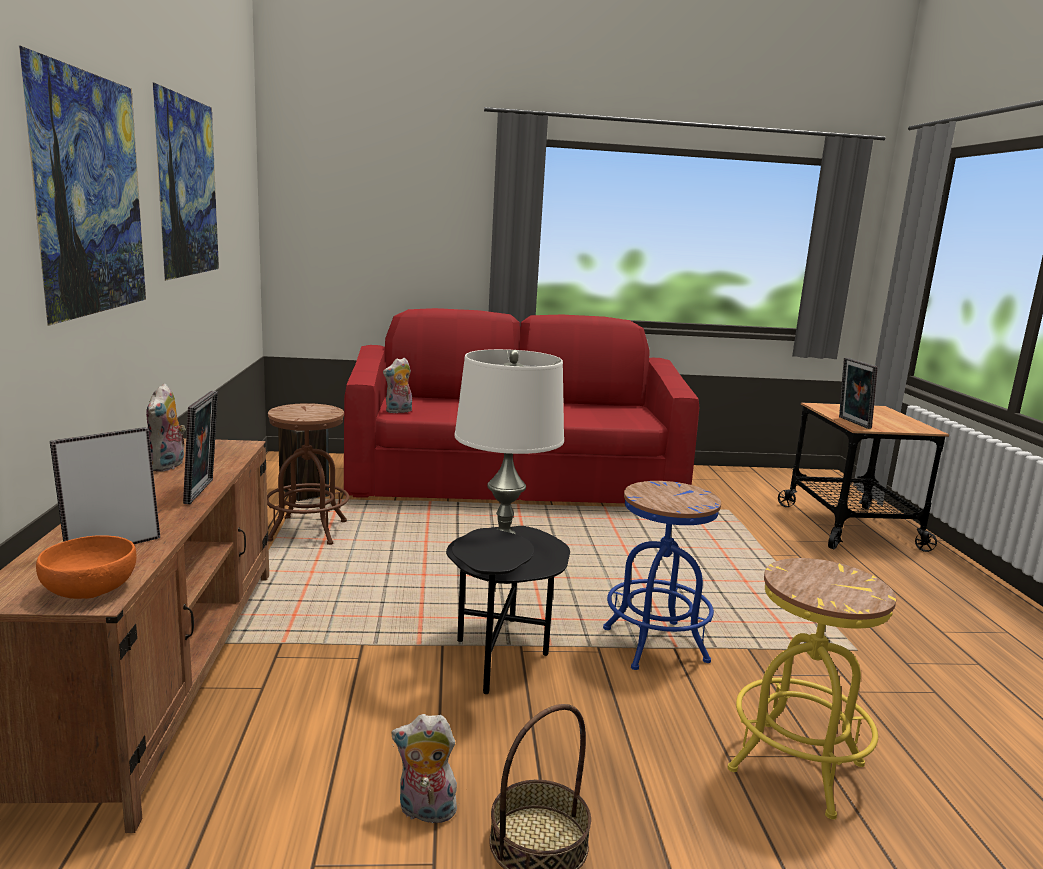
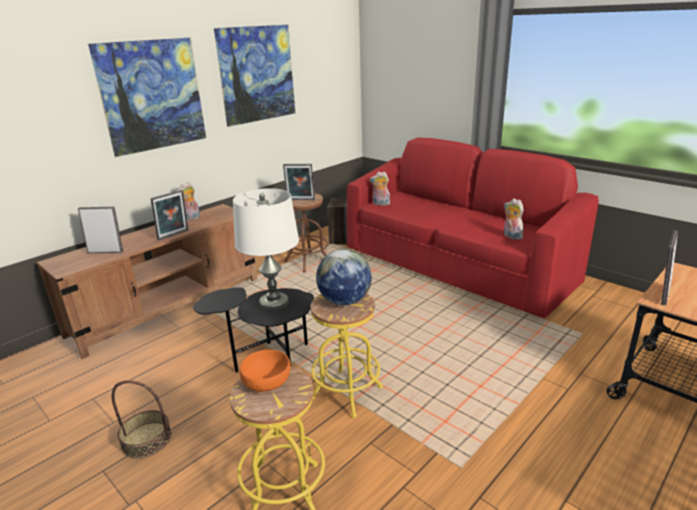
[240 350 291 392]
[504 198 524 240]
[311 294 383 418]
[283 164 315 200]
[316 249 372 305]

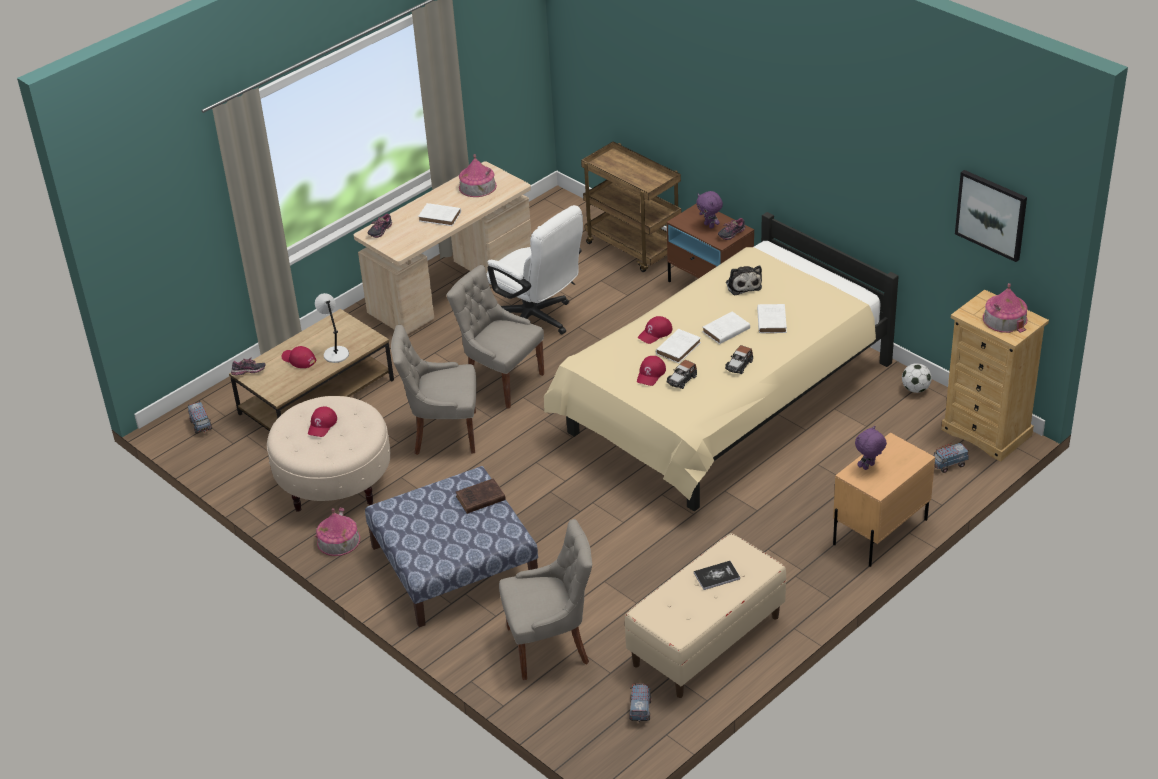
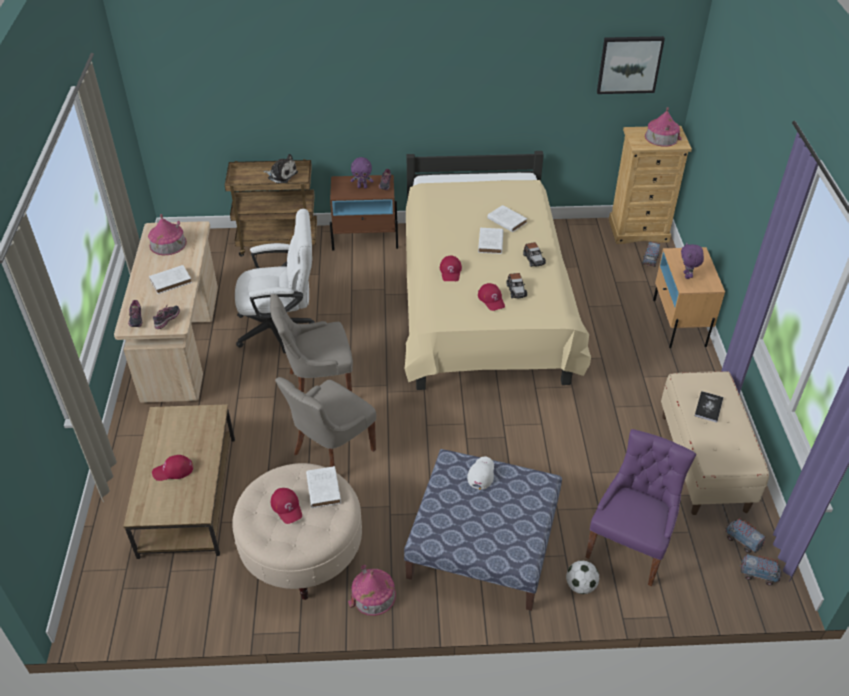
[739 554 782 586]
[153 305 180 329]
[315 293 349 363] (first image)
[467 457 494 490]
[586 429 696 586]
[306 466 341 508]
[263 154 298 183]
[566 560 599 594]

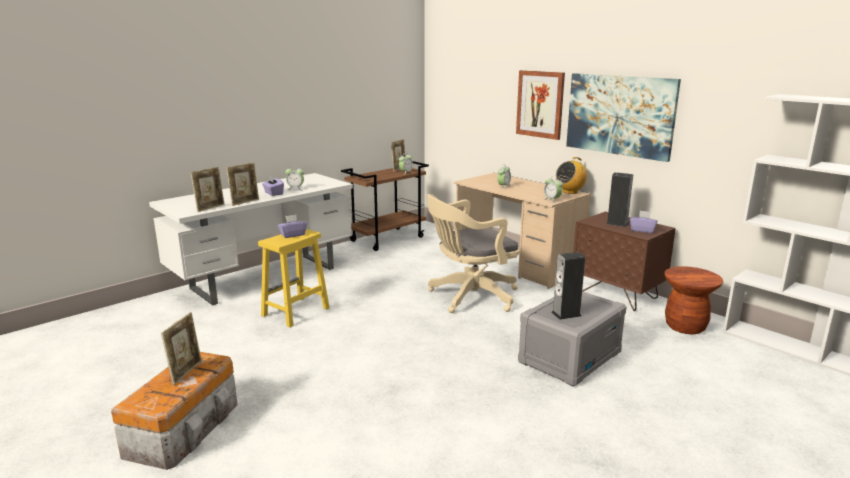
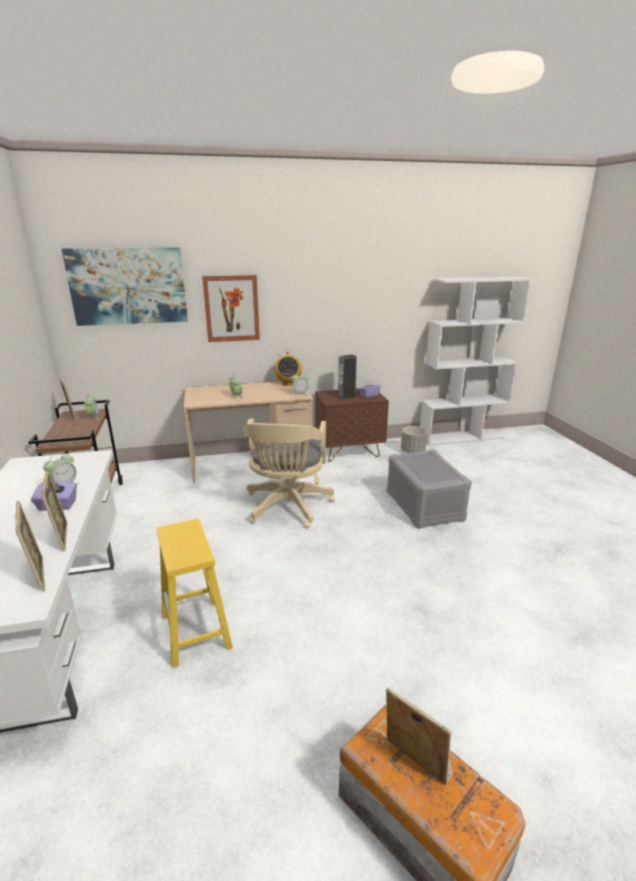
[278 215 307 238] (first image)
[551 252 585 320] (first image)
[62 247 188 326]
[401 426 427 453]

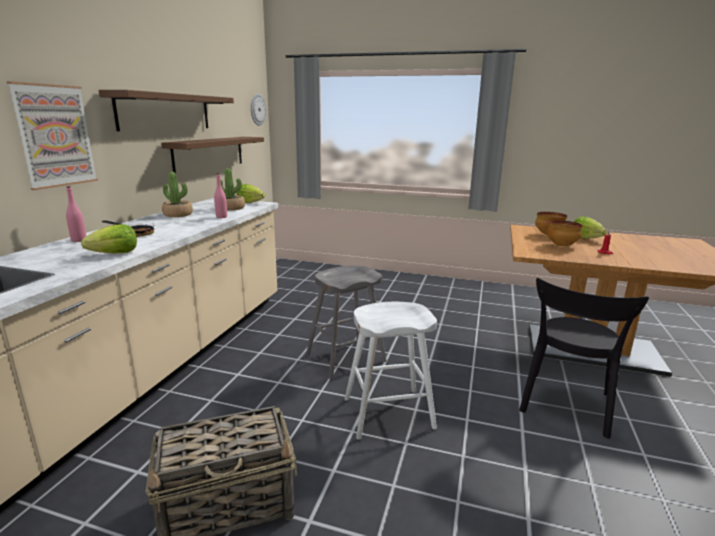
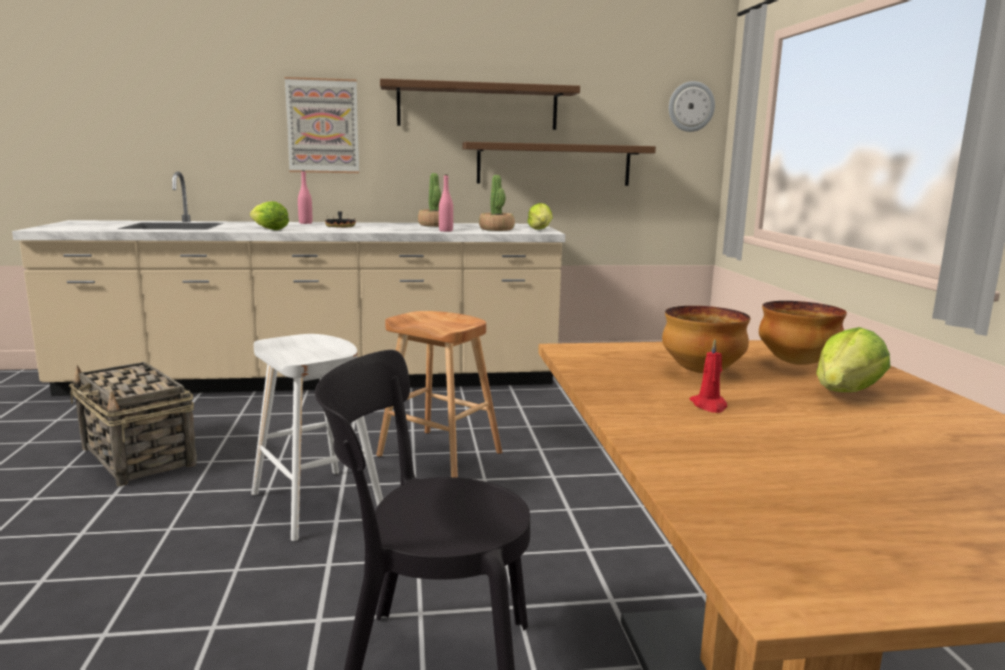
[376 311 502 478]

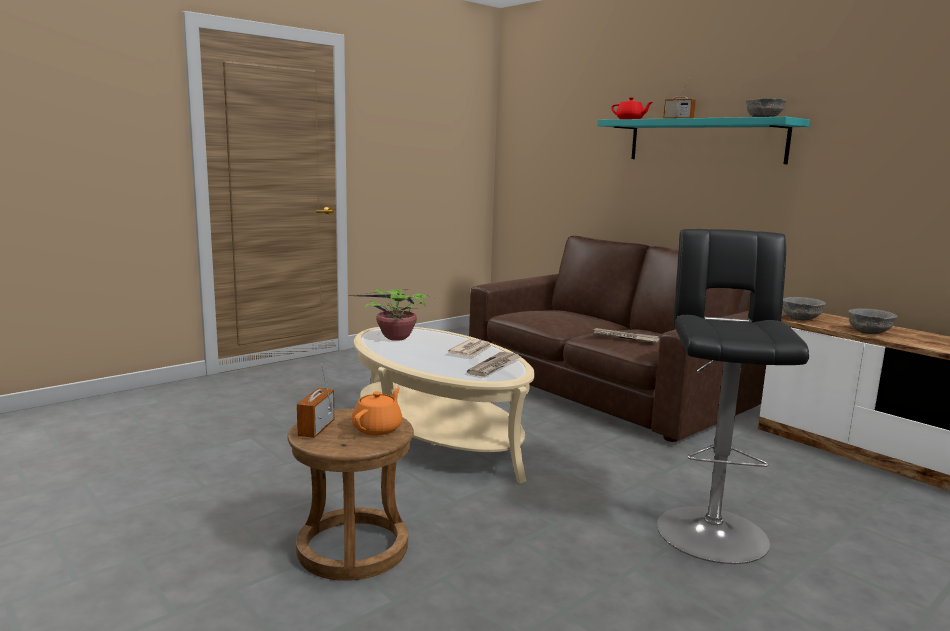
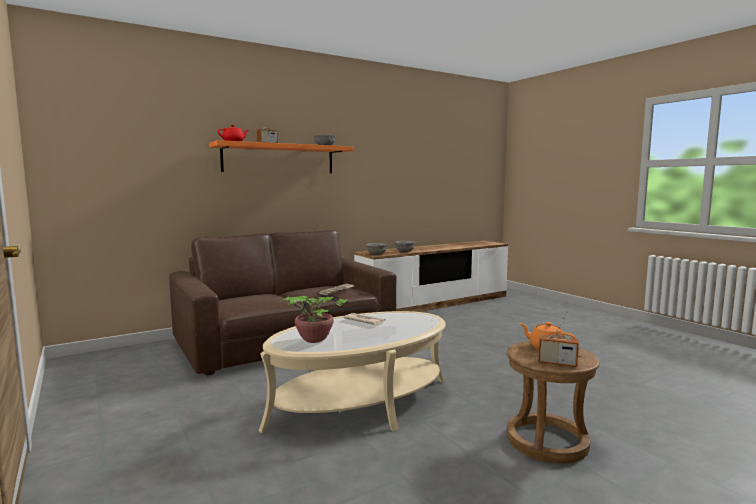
[467 352 522 377] (first image)
[209 140 353 173]
[657 229 809 564] (first image)

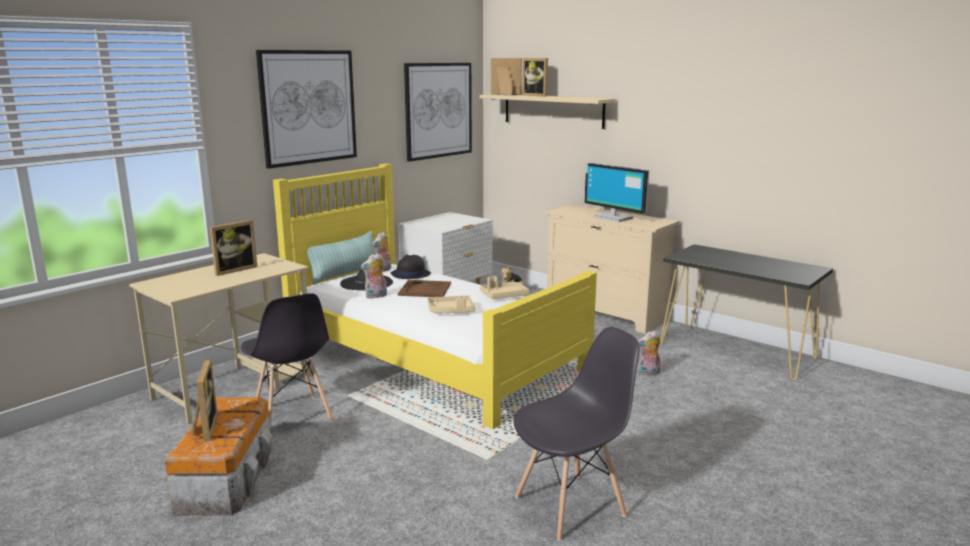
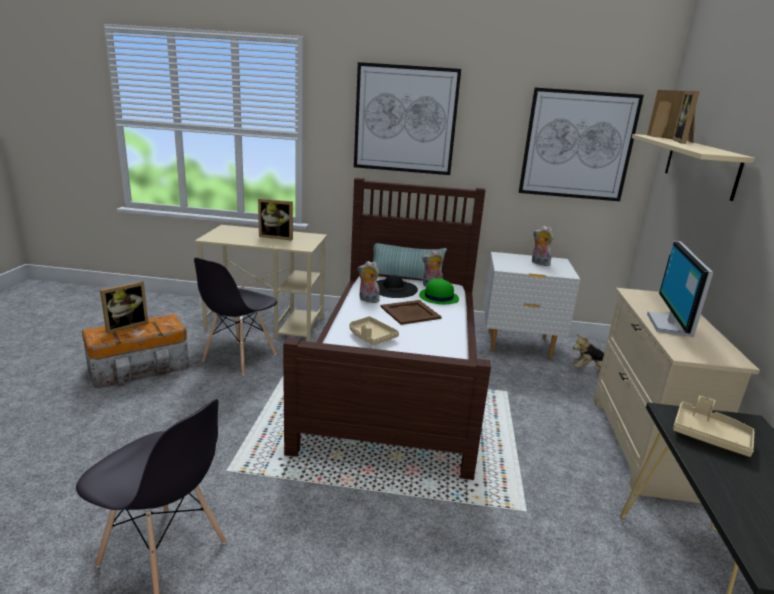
[283 178 491 480]
[419 278 459 304]
[673 396 754 457]
[532 226 553 266]

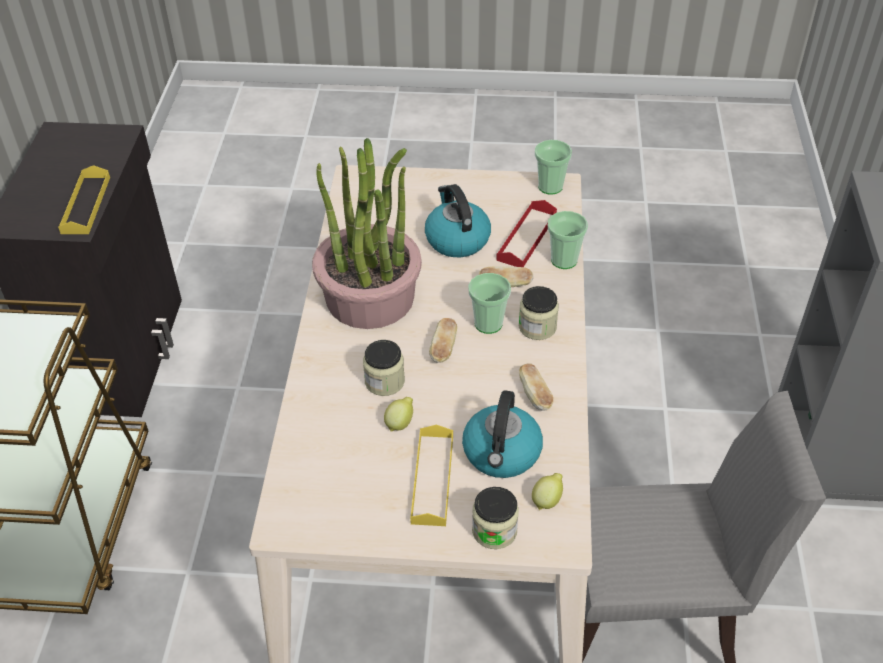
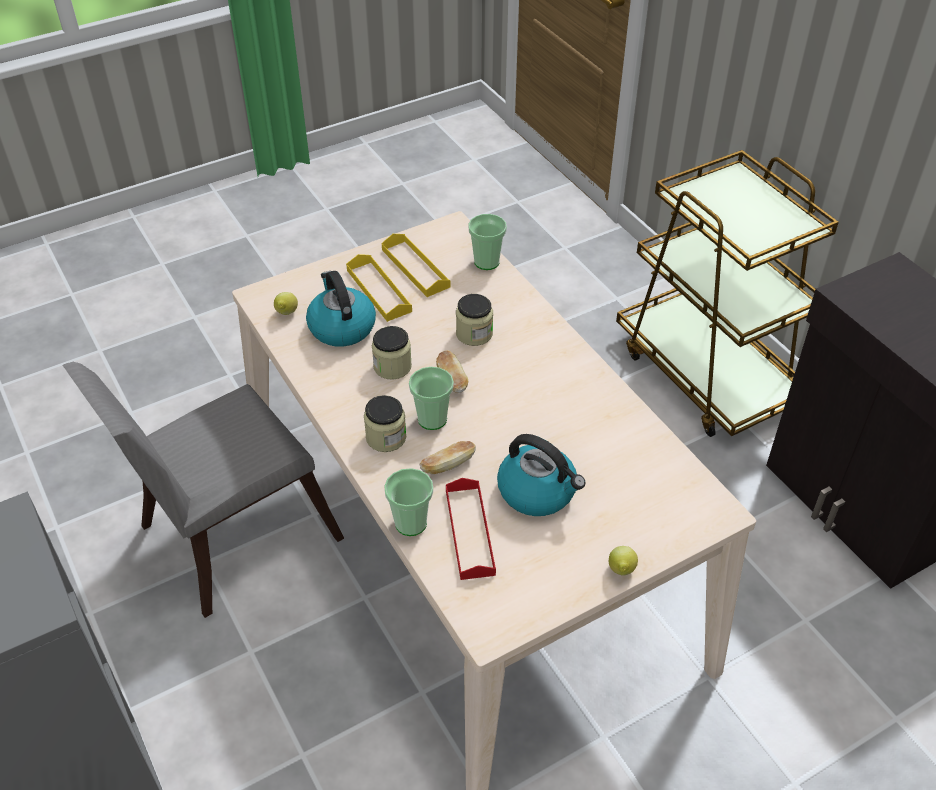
[382 234 451 297]
[312 138 422 329] (first image)
[609 546 638 576]
[372 326 412 380]
[519 363 553 411] (first image)
[468 214 507 270]

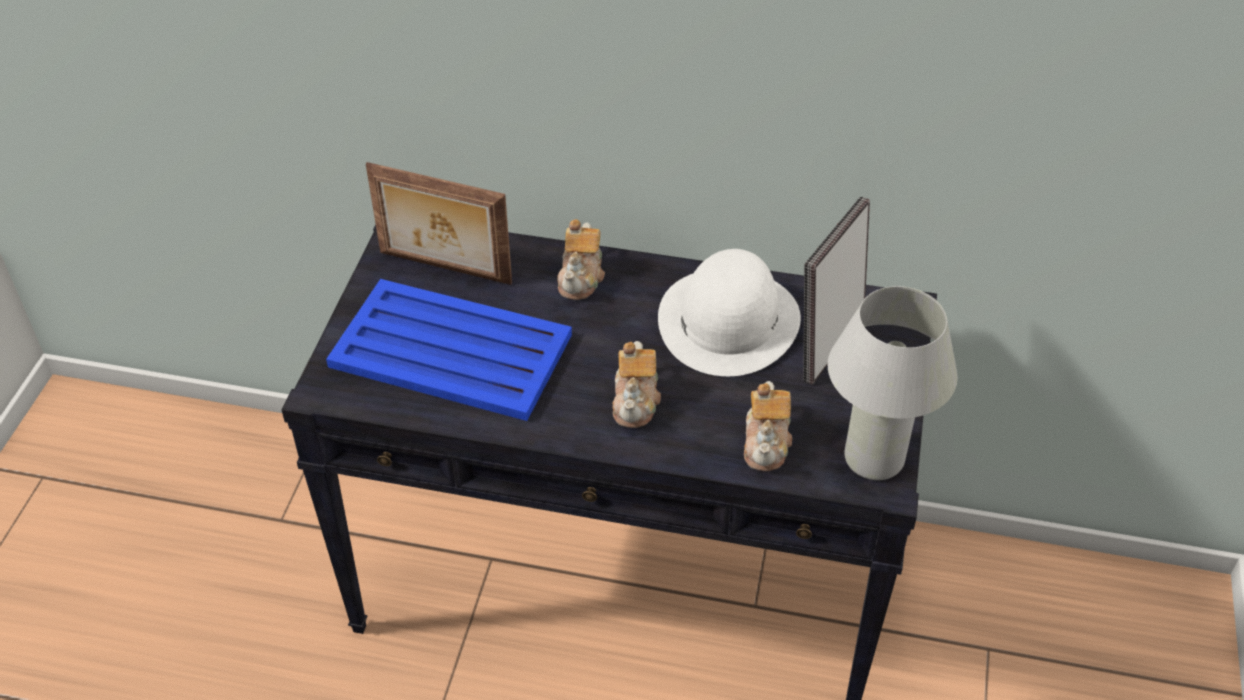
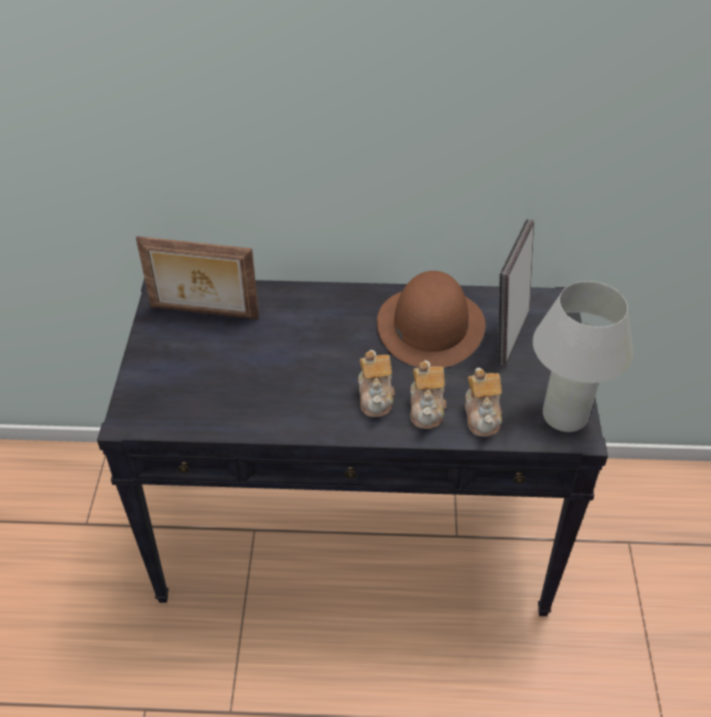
[326 279 572 421] (first image)
[411 360 446 429]
[377 271 485 368]

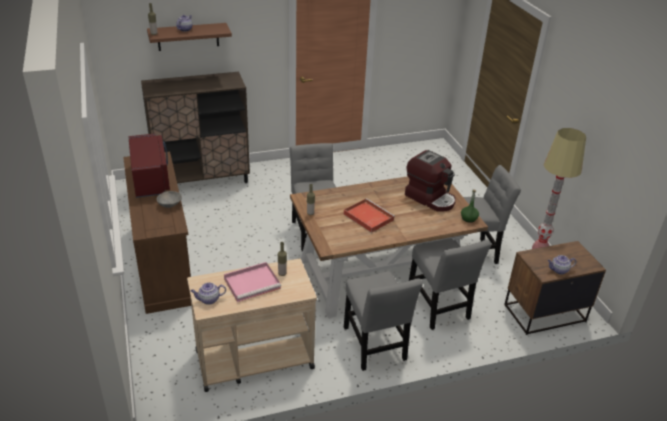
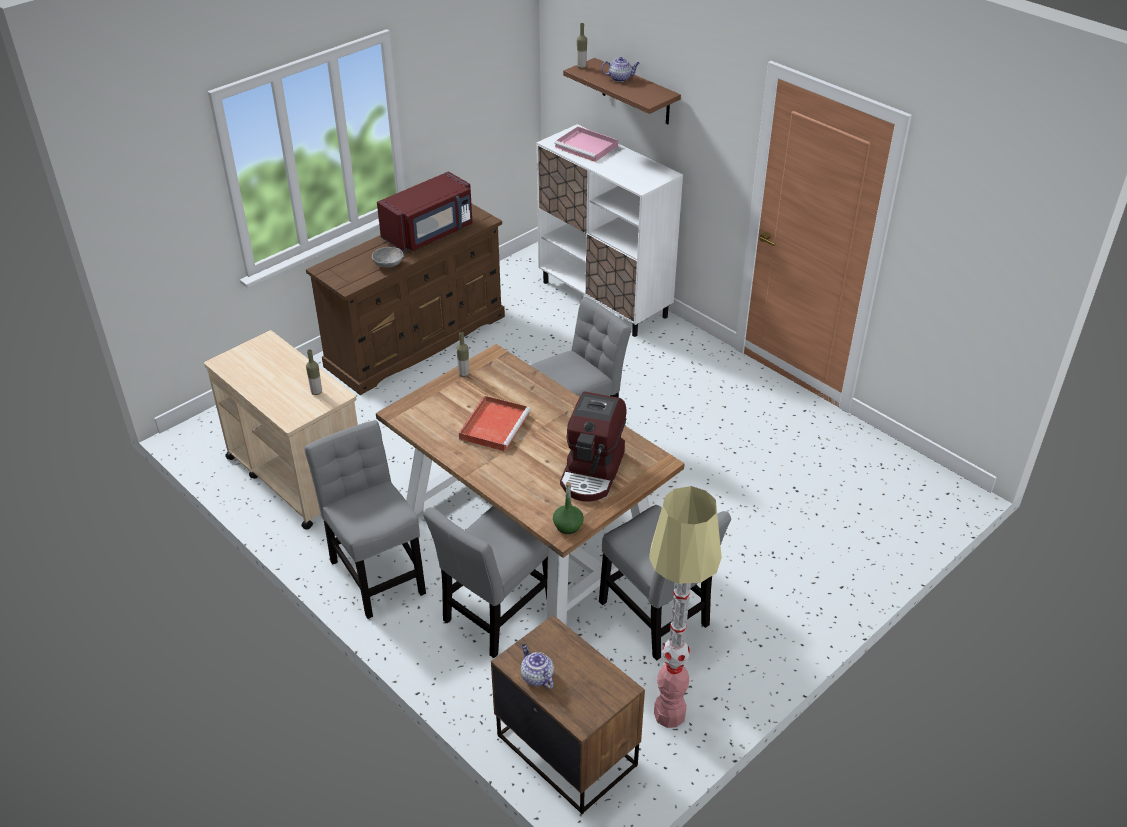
[536 124 683 337]
[191 282 226 305] (first image)
[554 126 618 162]
[304 420 426 619]

